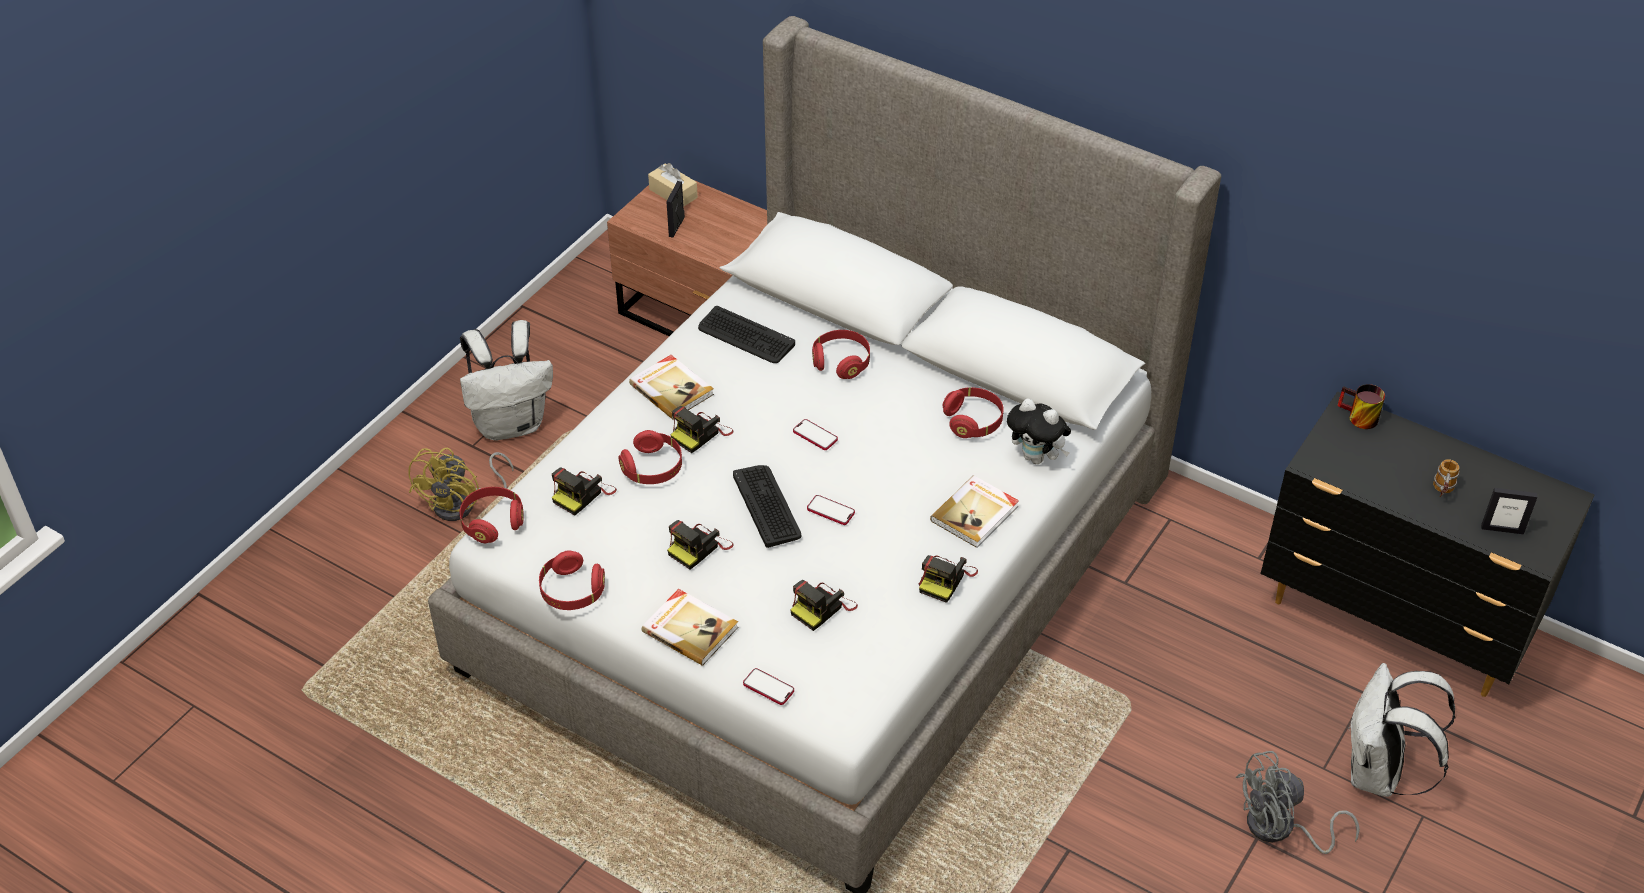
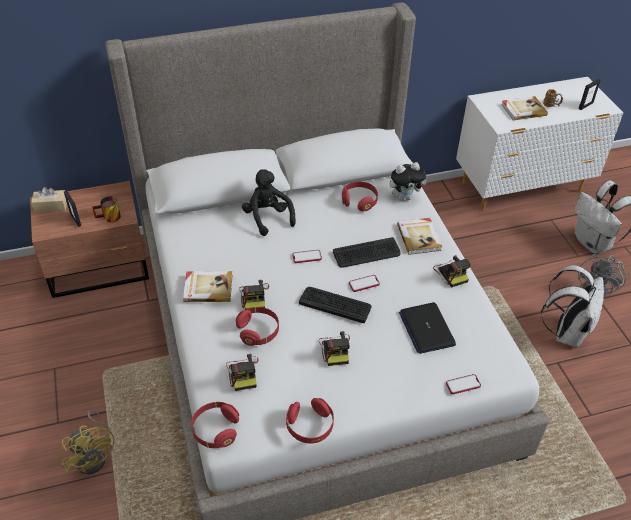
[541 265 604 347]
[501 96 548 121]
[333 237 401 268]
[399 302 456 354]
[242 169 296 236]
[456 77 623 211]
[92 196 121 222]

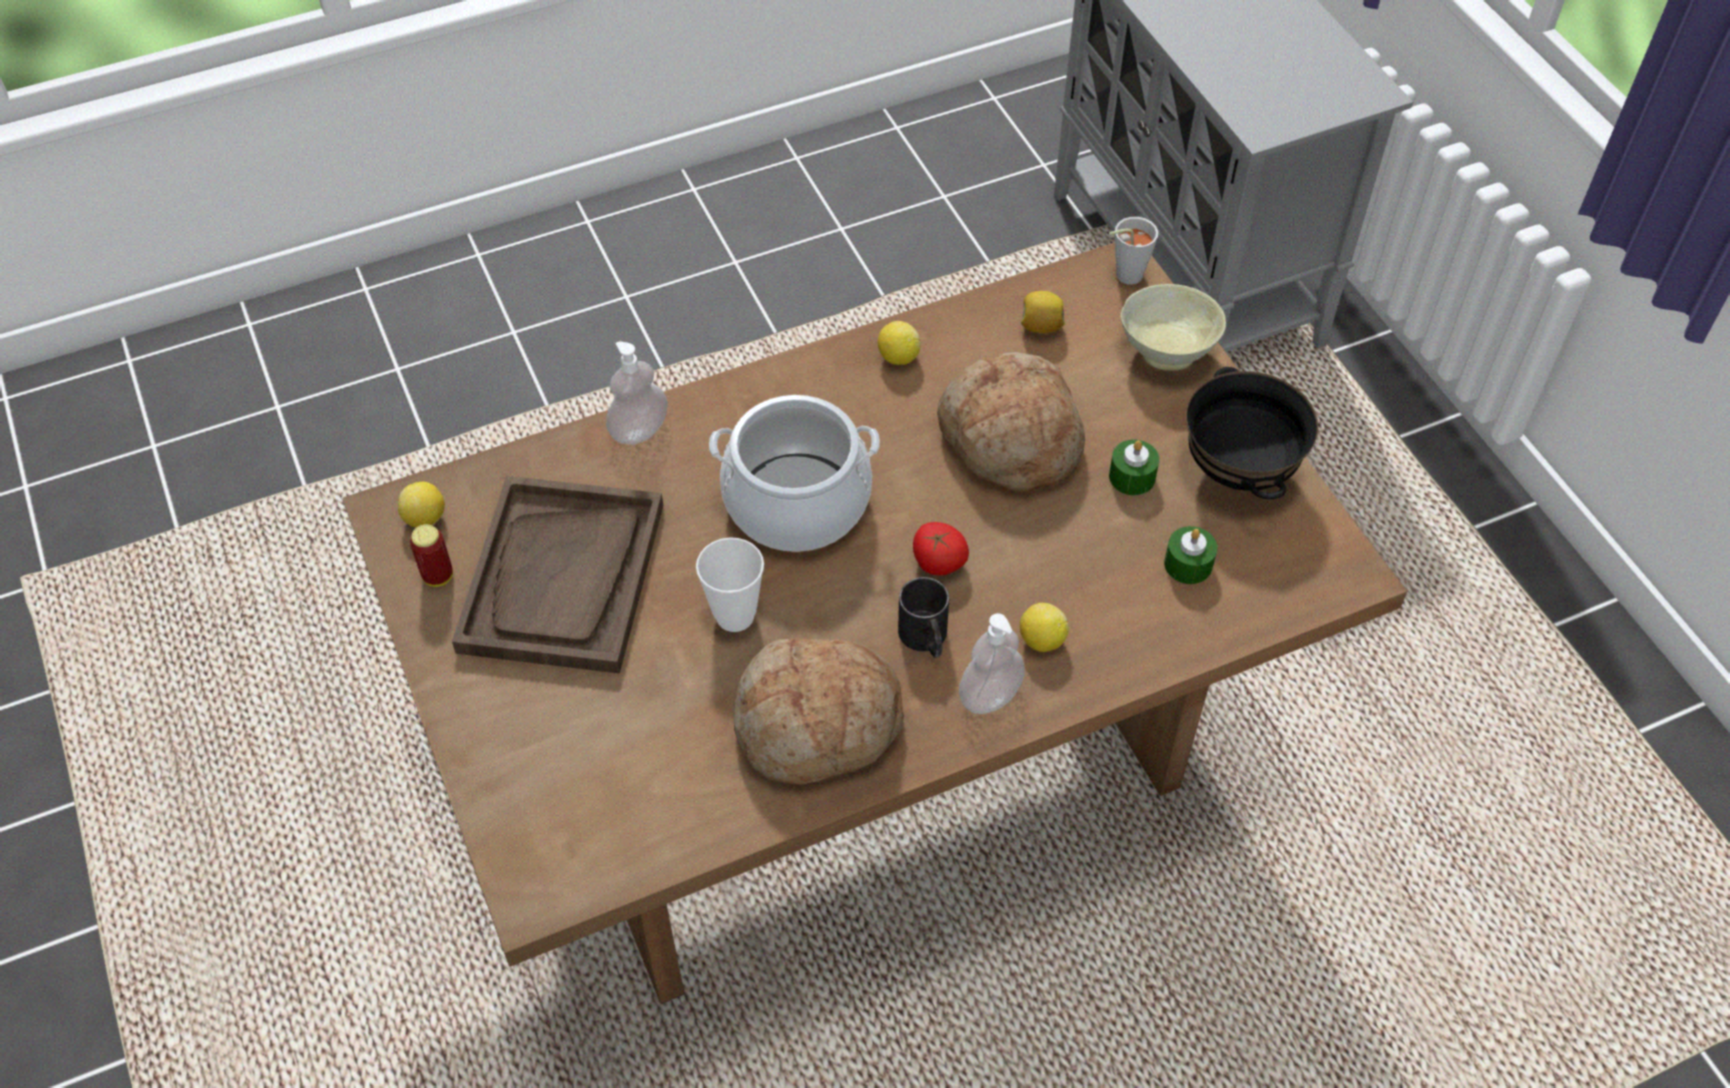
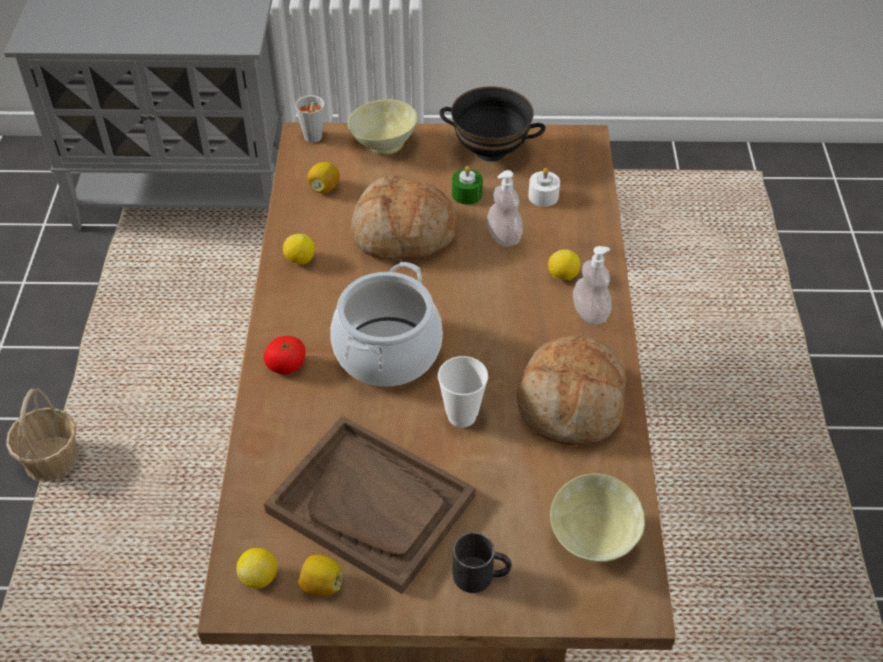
[298 554 342 597]
[487 170 523 247]
[453 532 512 593]
[264 336 305 374]
[528 168 560 207]
[6 388 79 481]
[550 473 645 562]

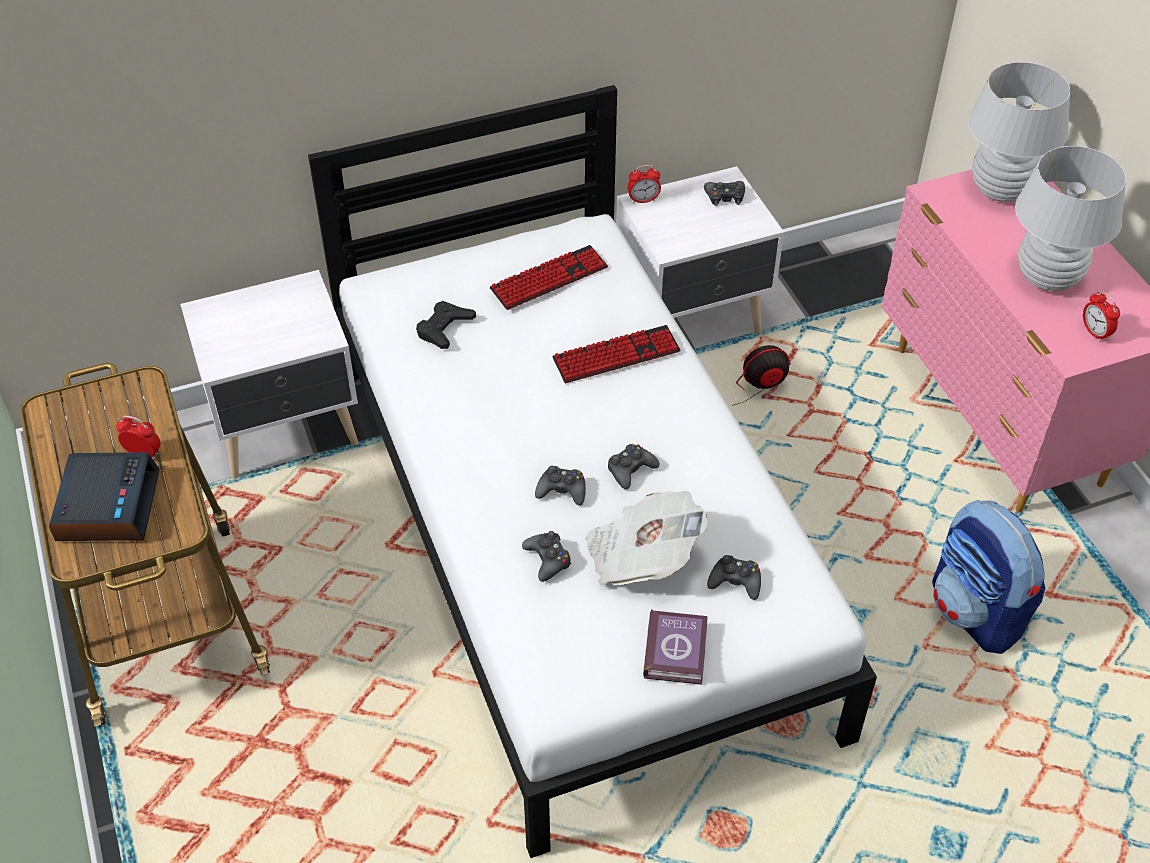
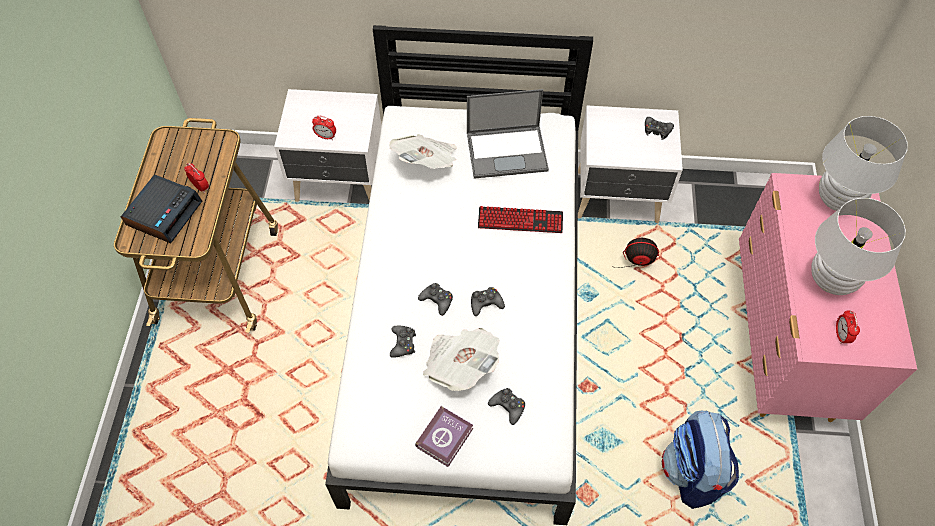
[389 134 457 169]
[467 89 549 179]
[312 115 336 140]

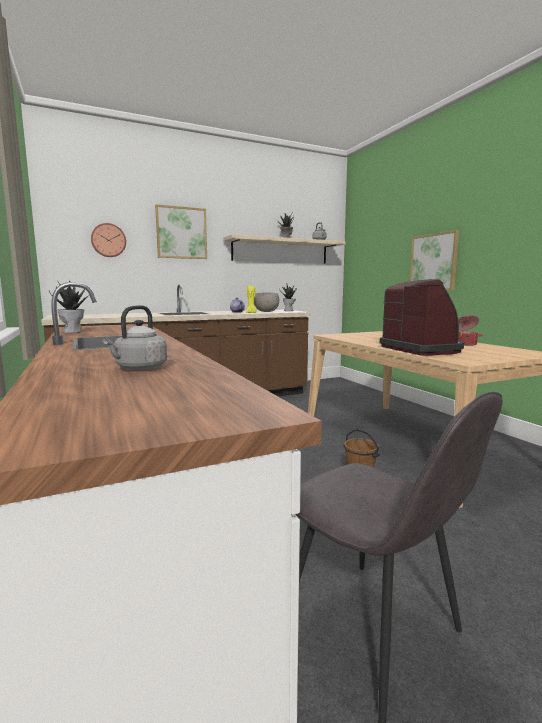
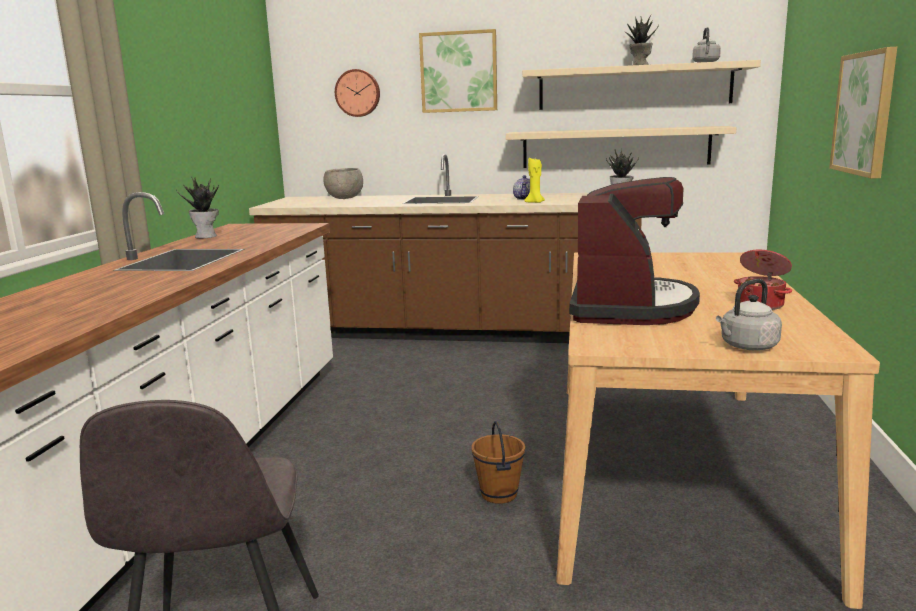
[716 279 782 350]
[323 168 363 199]
[506 126 737 168]

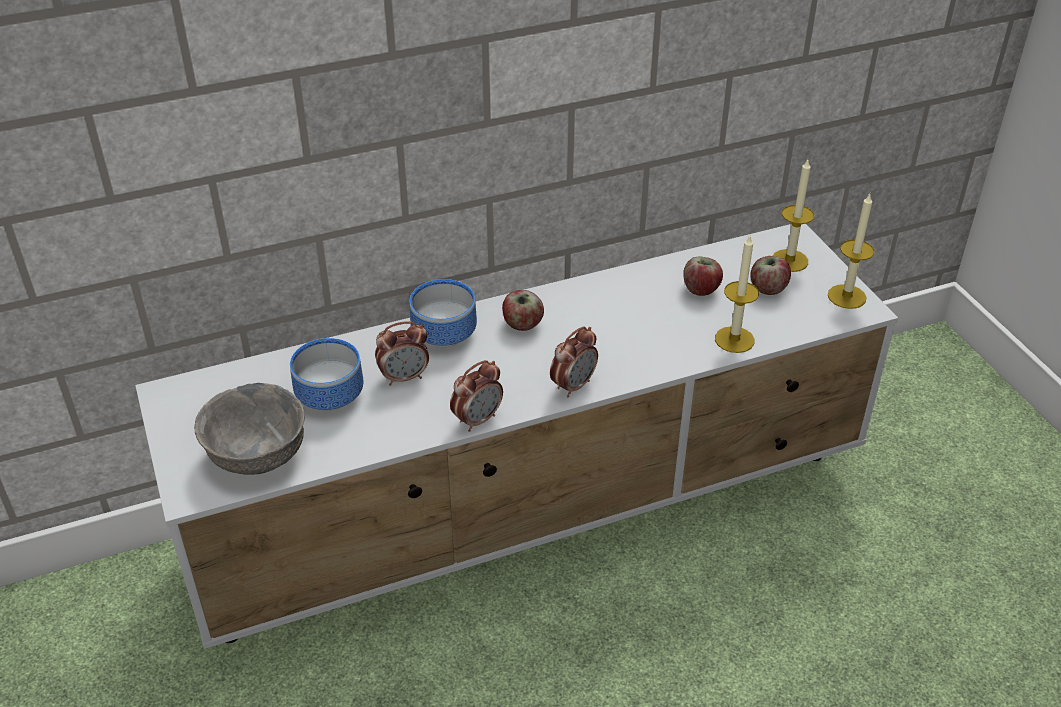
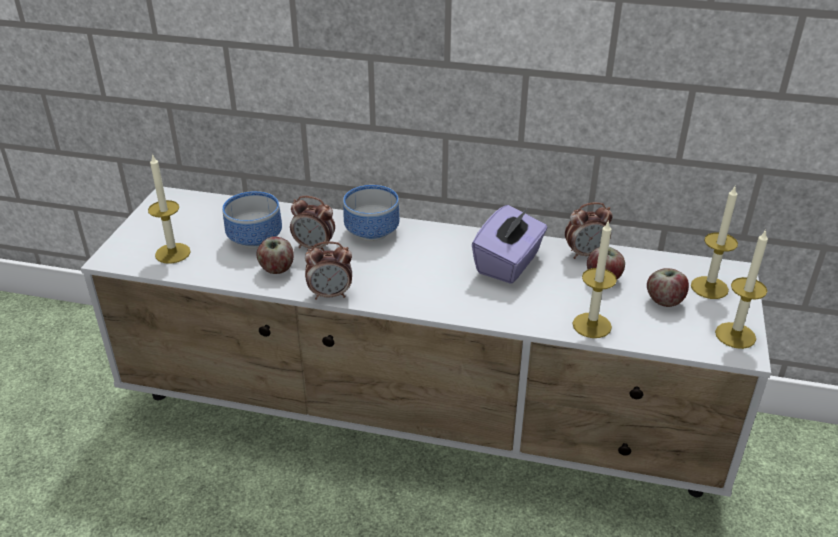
[148 154 191 264]
[256 236 294 274]
[565 202 613 259]
[472 205 548 284]

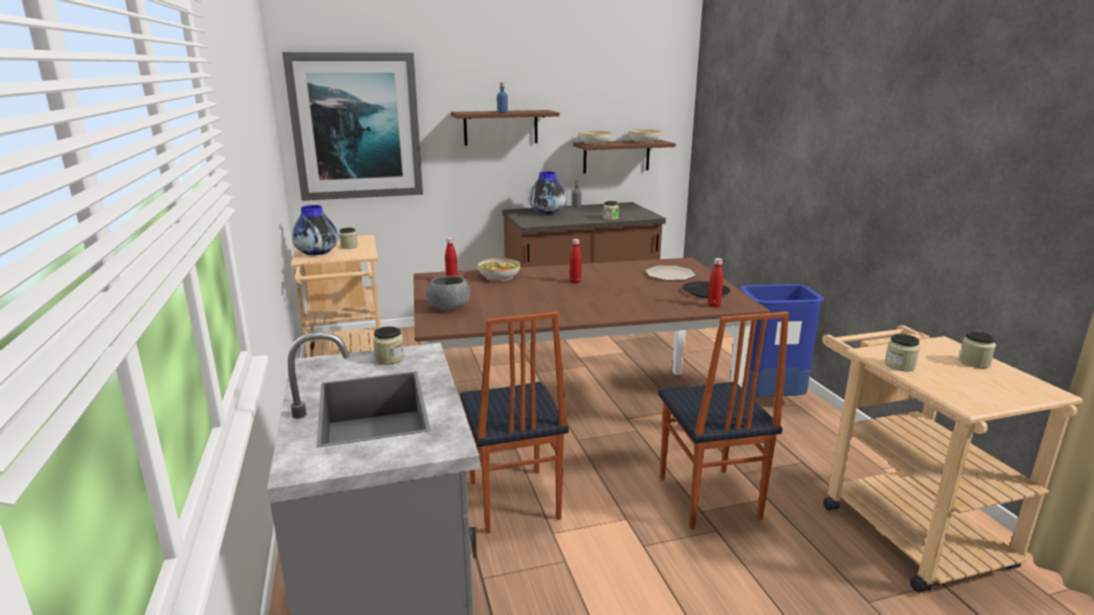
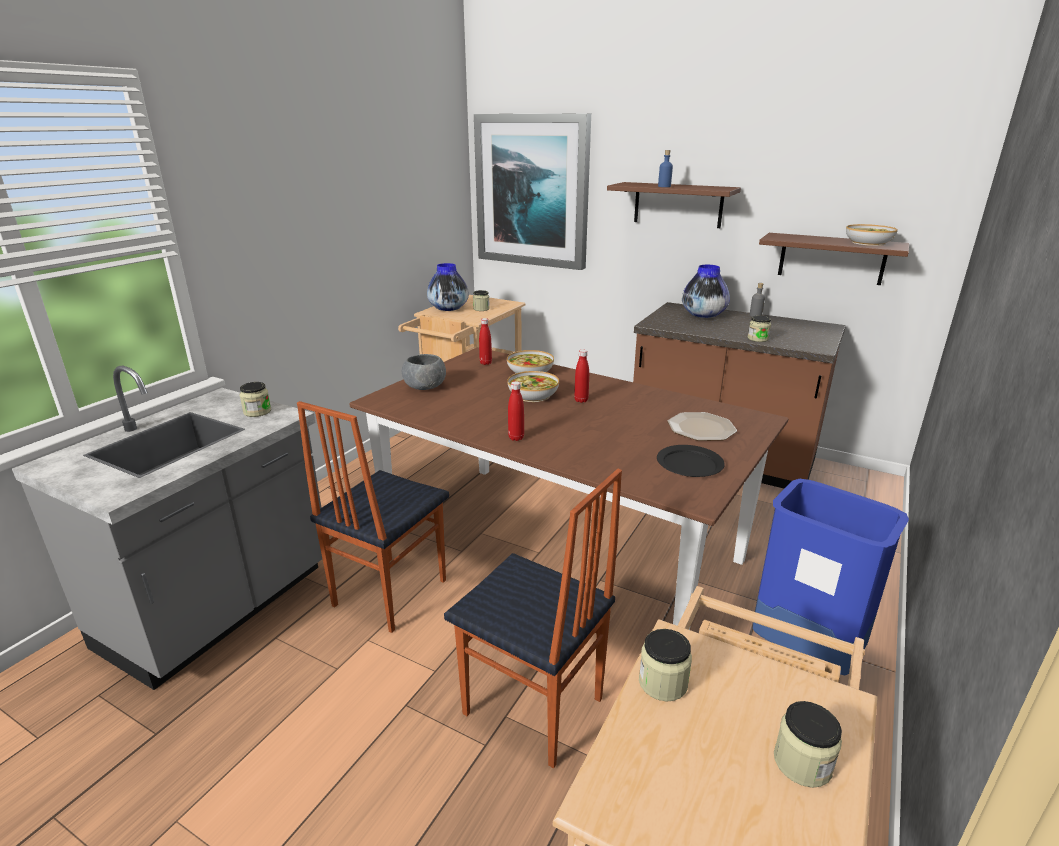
[507 371 559 402]
[444 469 622 768]
[508 381 524 441]

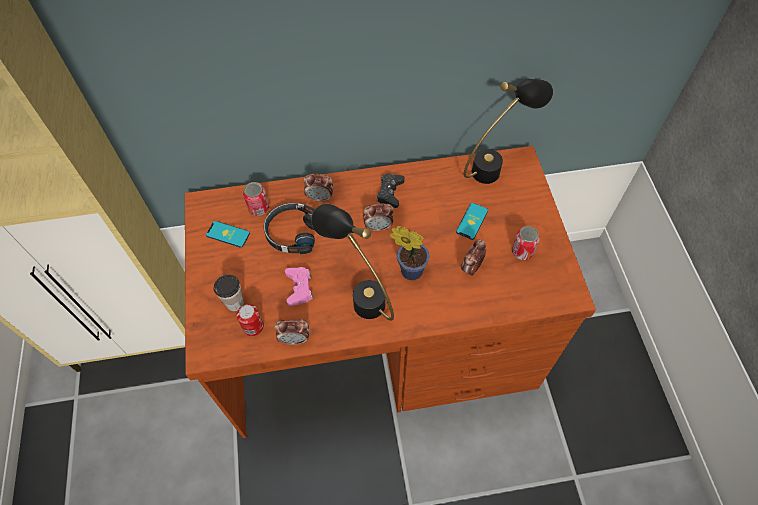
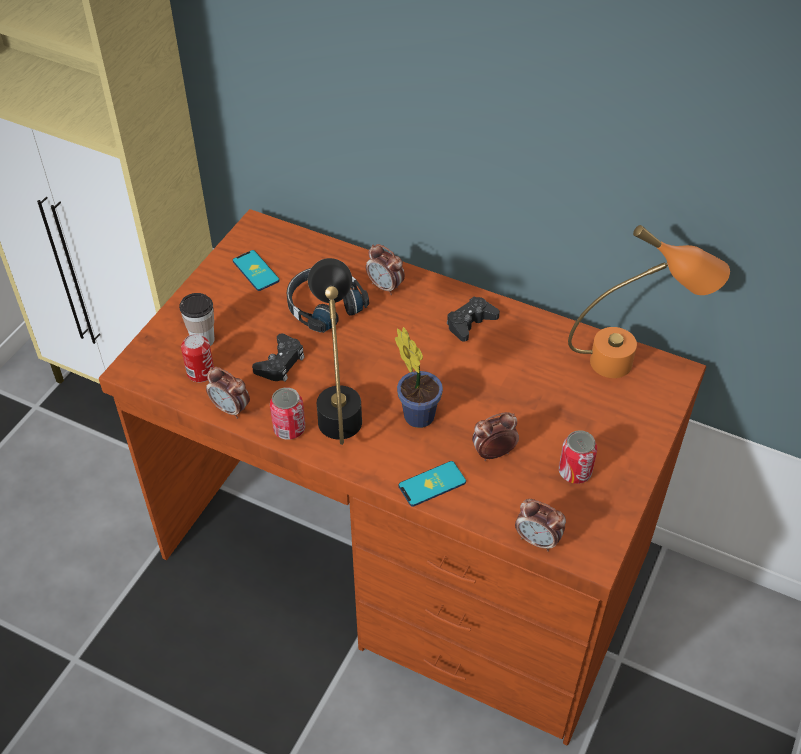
[270 387 305 440]
[252 333 305 382]
[515 499 566 552]
[399 461 466 507]
[568 225 730 378]

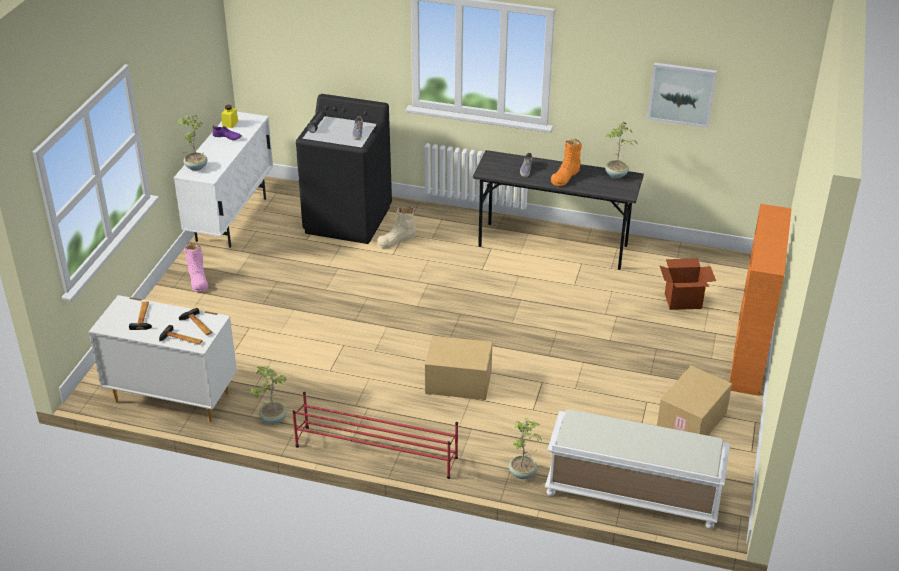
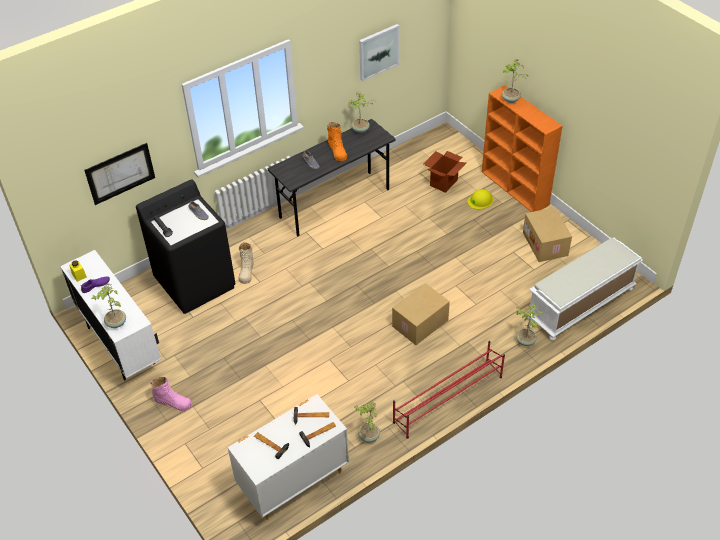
[84 143 155 205]
[468 189 493 209]
[502 59 528 103]

